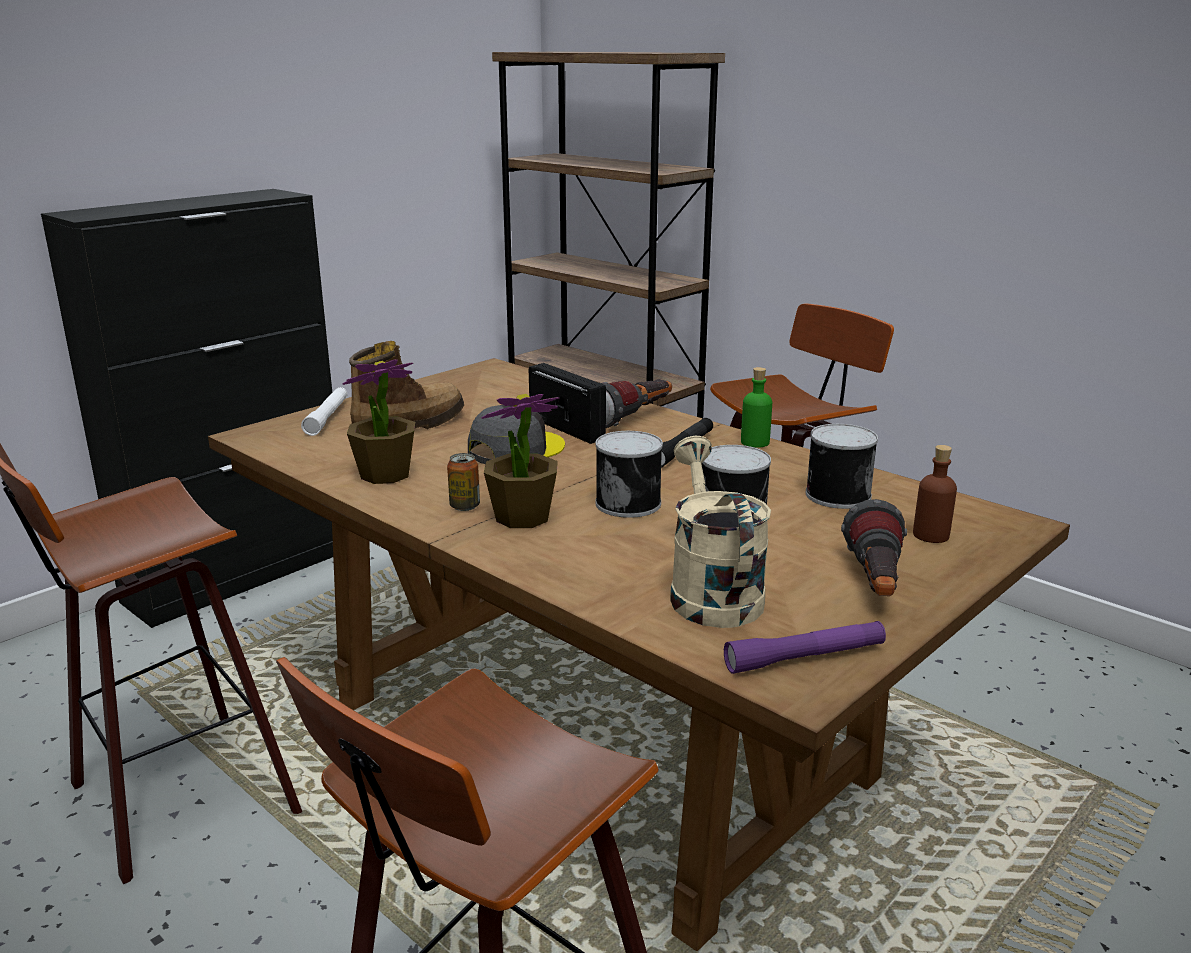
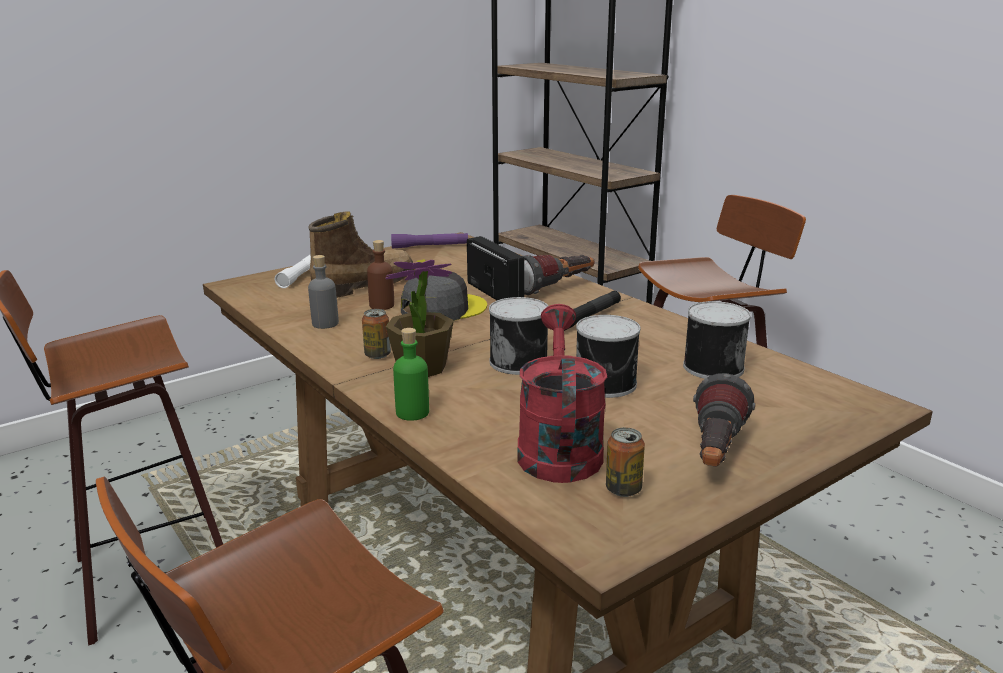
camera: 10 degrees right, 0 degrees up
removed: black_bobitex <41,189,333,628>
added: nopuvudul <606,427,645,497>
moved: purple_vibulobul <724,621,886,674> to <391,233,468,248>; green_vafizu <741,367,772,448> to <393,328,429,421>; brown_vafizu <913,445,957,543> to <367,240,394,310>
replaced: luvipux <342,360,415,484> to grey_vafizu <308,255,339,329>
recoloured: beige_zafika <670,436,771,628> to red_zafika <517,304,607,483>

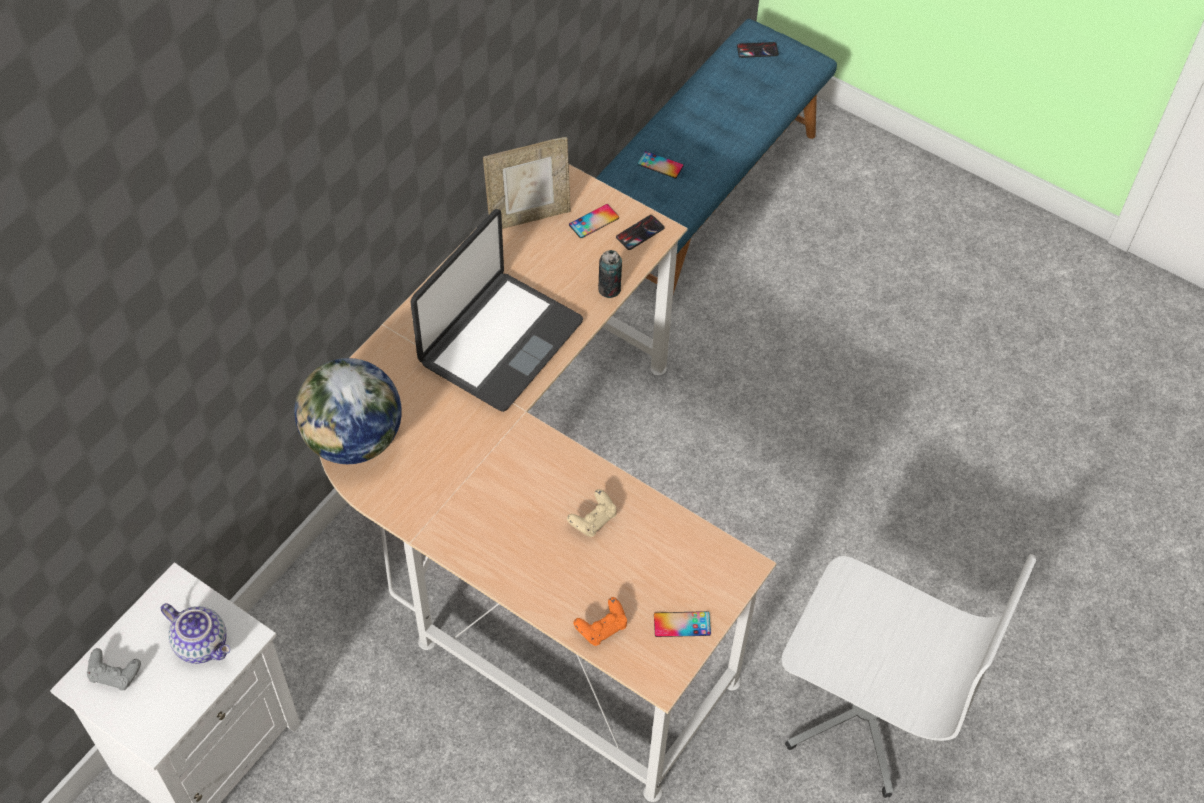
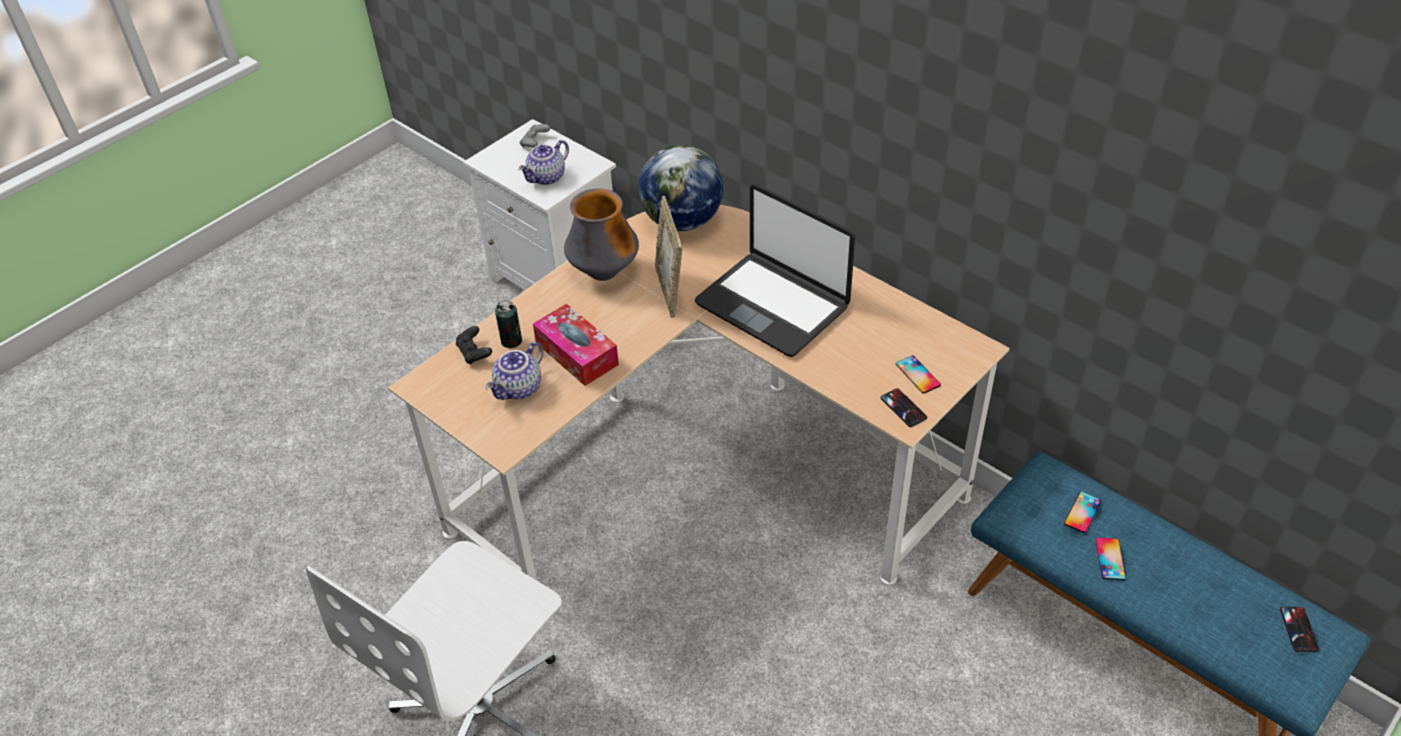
camera: 100 degrees right, 10 degrees down
added: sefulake <486,342,543,400>; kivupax <564,188,639,281>
moved: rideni <483,137,571,229> to <655,196,682,318>; nopuvudul <598,250,622,298> to <495,300,522,348>; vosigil <654,611,711,637> to <1096,538,1126,580>
replaced: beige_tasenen <567,489,617,537> to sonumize <533,304,619,386>
recoloured: orange_tasenen <574,597,627,646> to black_tasenen <456,326,492,364>

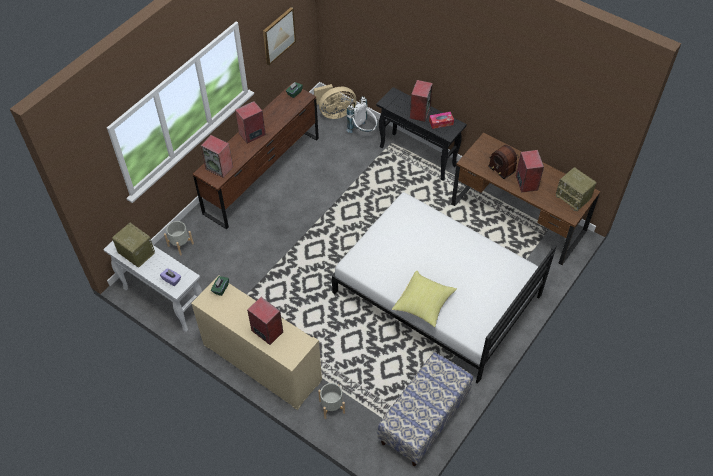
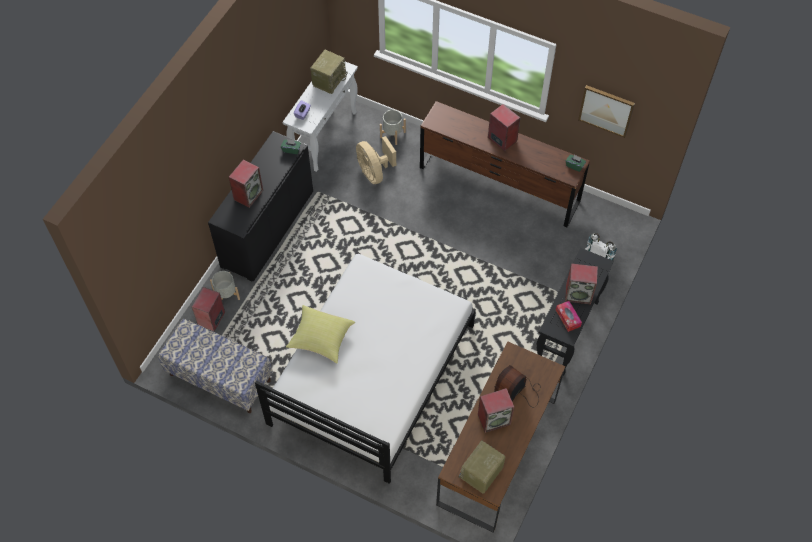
camera: 80 degrees right, 5 degrees up
moved: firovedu <200,135,233,178> to <192,287,225,332>; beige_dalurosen <314,84,356,119> to <356,136,396,184>
recoloured: beige_bobitex <191,276,322,410> to black_bobitex <208,131,313,281>

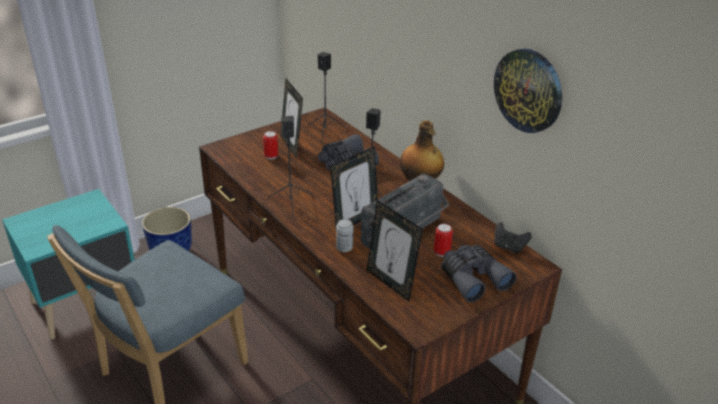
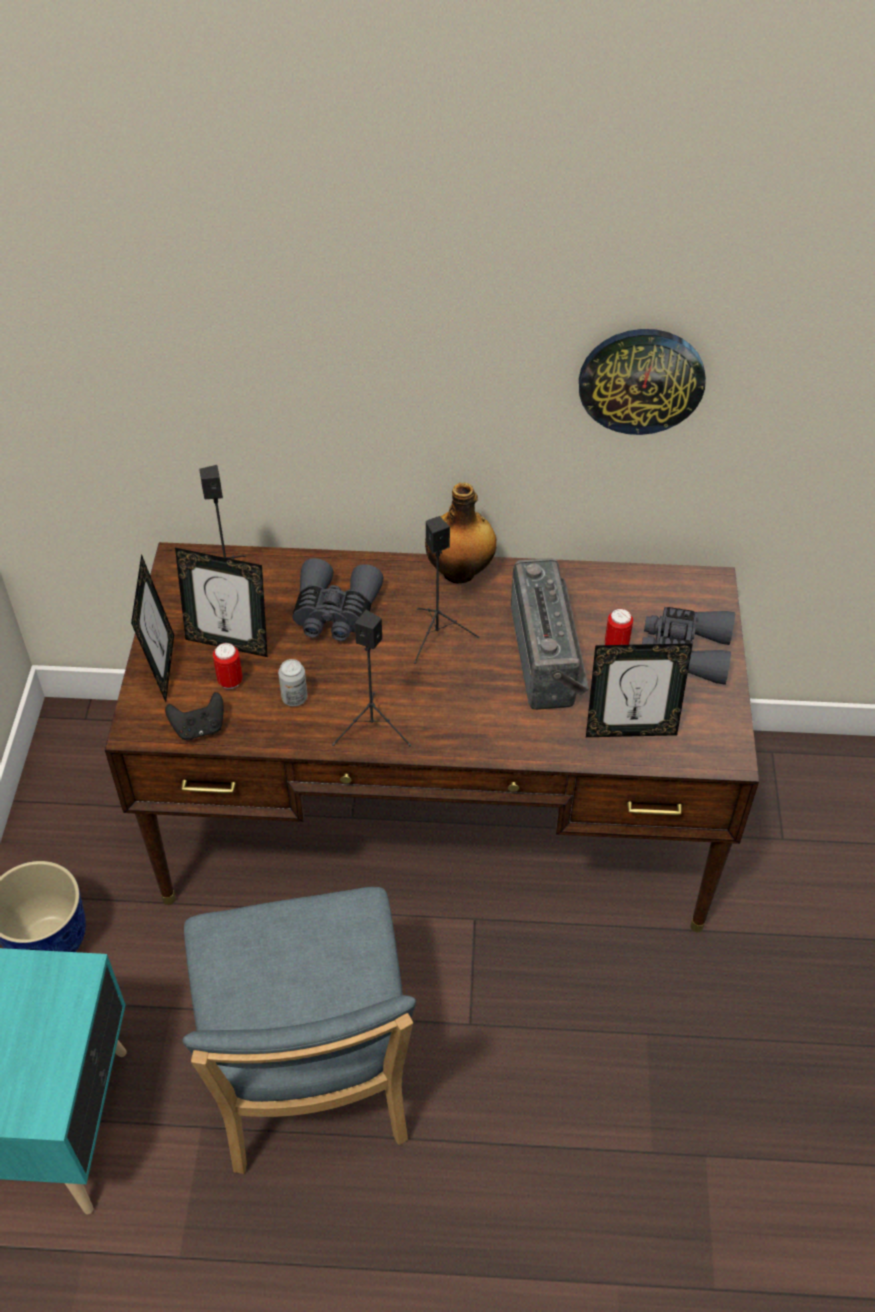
camera: 50 degrees left, 15 degrees up
moved: rideni <330,146,378,226> to <131,554,174,702>; nopuvudul <336,219,353,252> to <278,659,307,706>; black_tasenen <494,222,532,254> to <165,692,224,740>

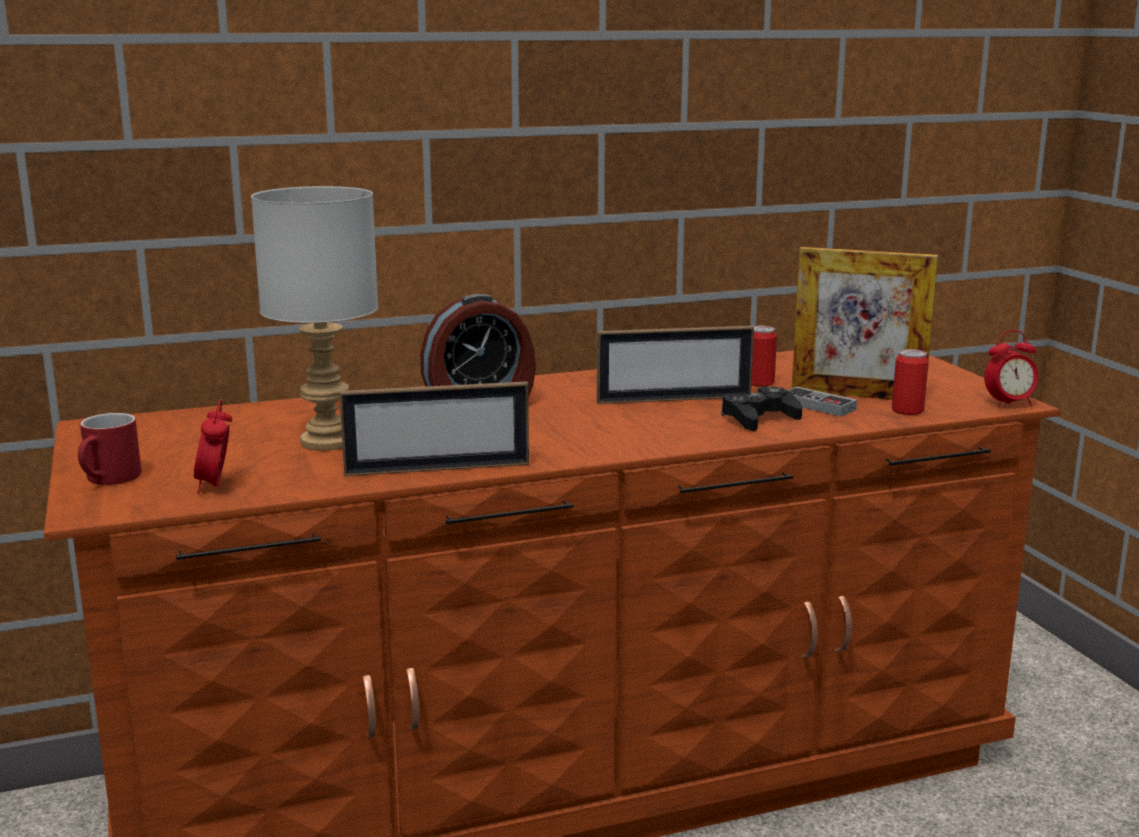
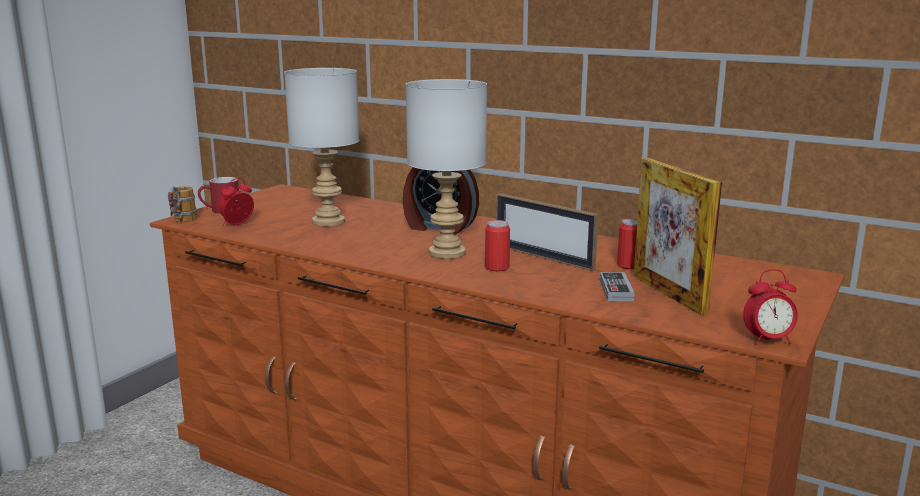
camera: 50 degrees right, 0 degrees up
removed: rideni <339,381,529,476>; black_tasenen <721,386,802,431>
added: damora <168,186,197,222>; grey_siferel <405,79,487,259>
moved: nopuvudul <892,349,929,415> to <485,220,510,271>
turned: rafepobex <984,330,1039,407> = <743,269,798,345> 45 degrees counterclockwise

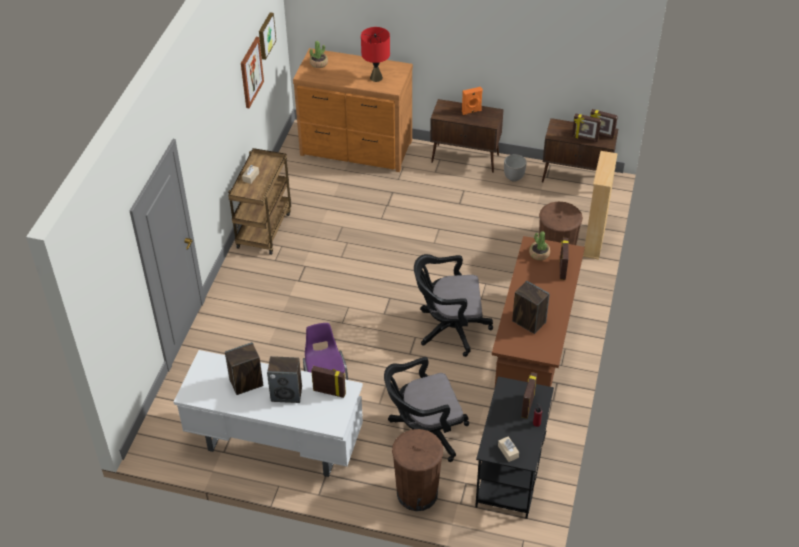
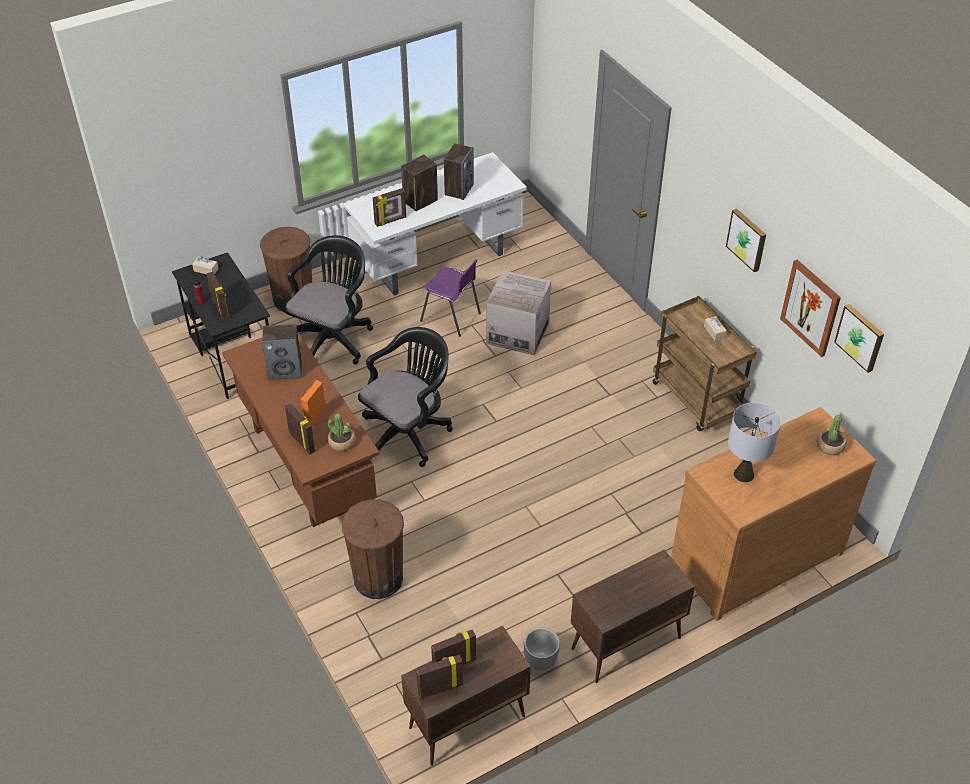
camera: 135 degrees right, 0 degrees up
removed: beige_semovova <583,151,618,260>
added: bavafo <486,270,551,355>; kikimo <726,209,766,272>
moved: orange_firovedu <462,87,483,115> to <301,380,326,426>
recoloured: red_siferel <361,27,390,82> to grey_siferel <728,402,781,482>

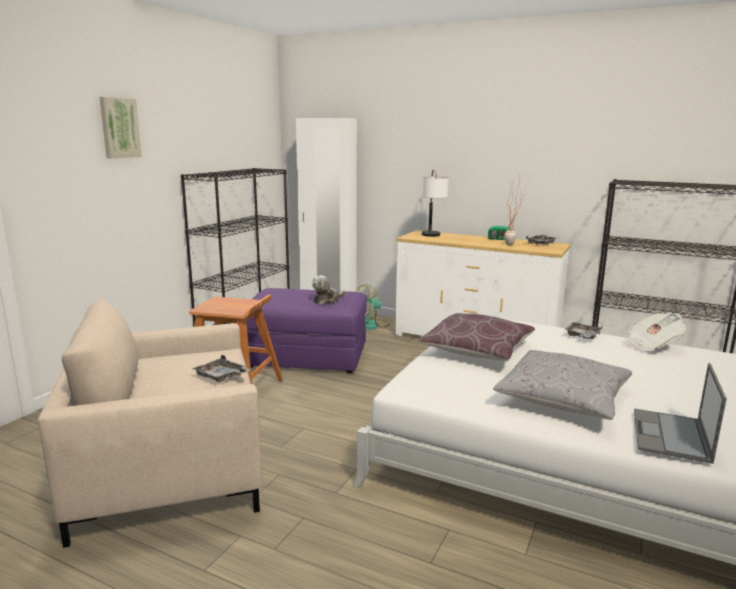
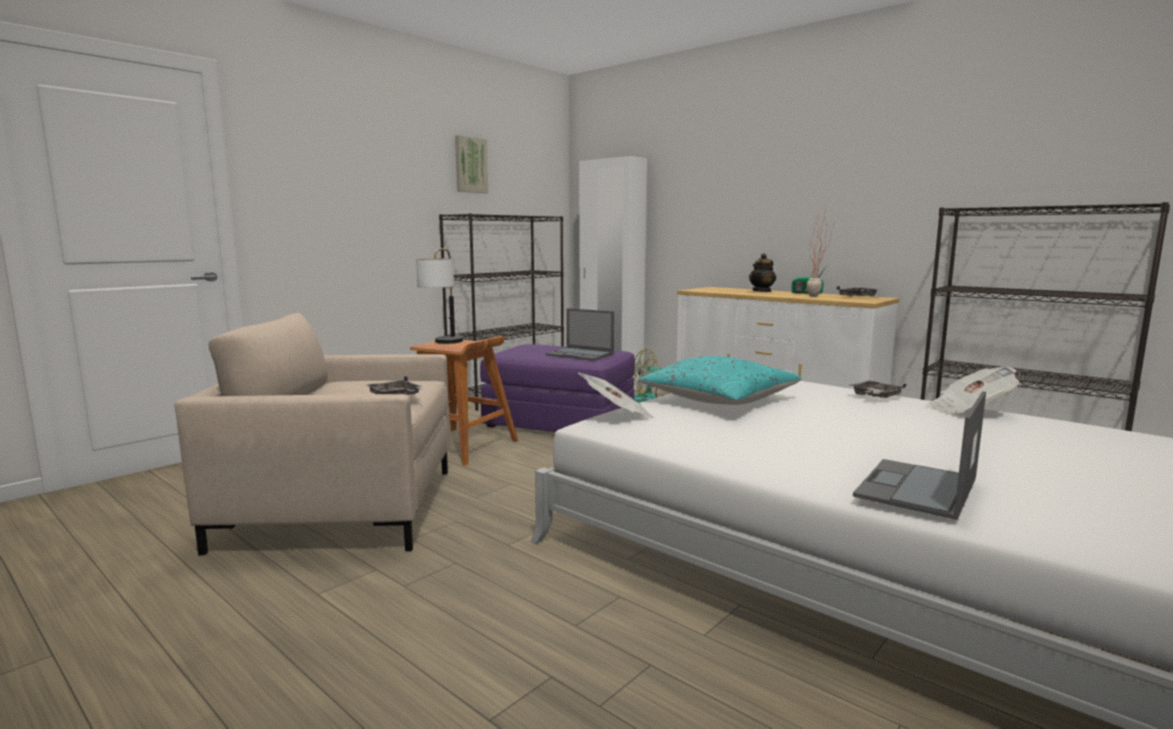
camera: 15 degrees right, 5 degrees down
removed: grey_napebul <493,350,632,420>
added: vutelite <577,372,656,419>; sefulake <749,253,776,292>
moved: kikimo <100,97,142,158> to <455,135,488,193>; siferel <422,169,449,237> to <416,249,463,344>
replaced: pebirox <312,275,345,305> to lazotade <545,308,614,361>
recoloured: brown_napebul <418,313,535,361> to turquoise_napebul <638,356,802,405>

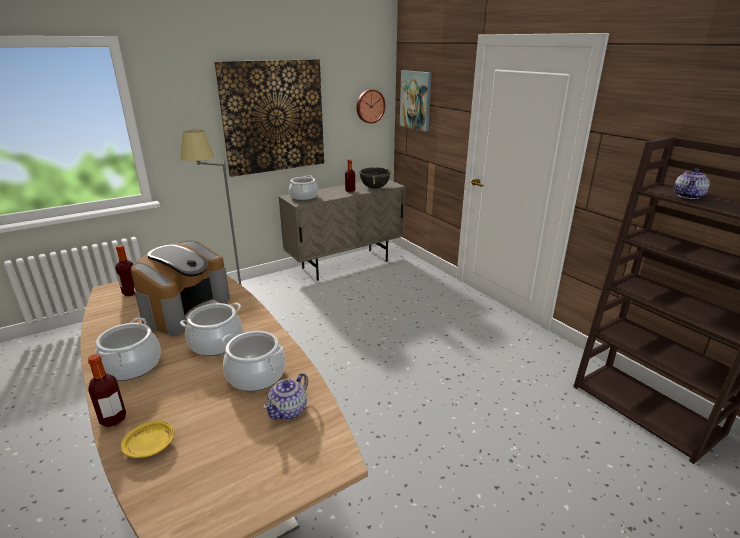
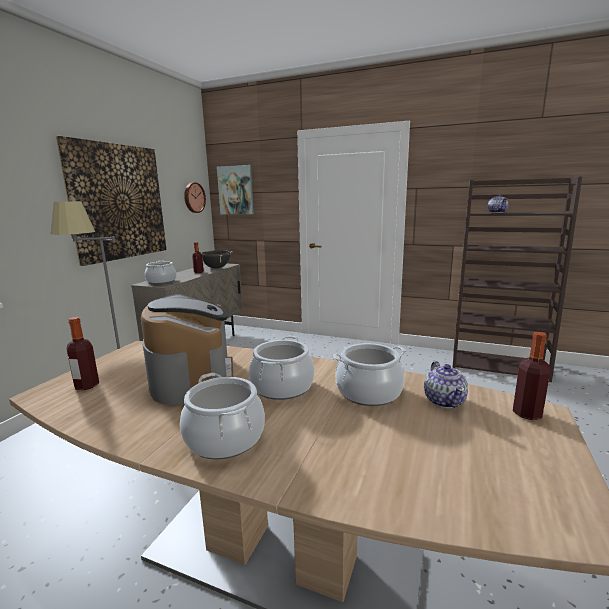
camera: 35 degrees left, 10 degrees down
removed: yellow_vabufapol <121,421,175,458>
moved: vafizu <88,354,126,427> to <513,332,550,420>

